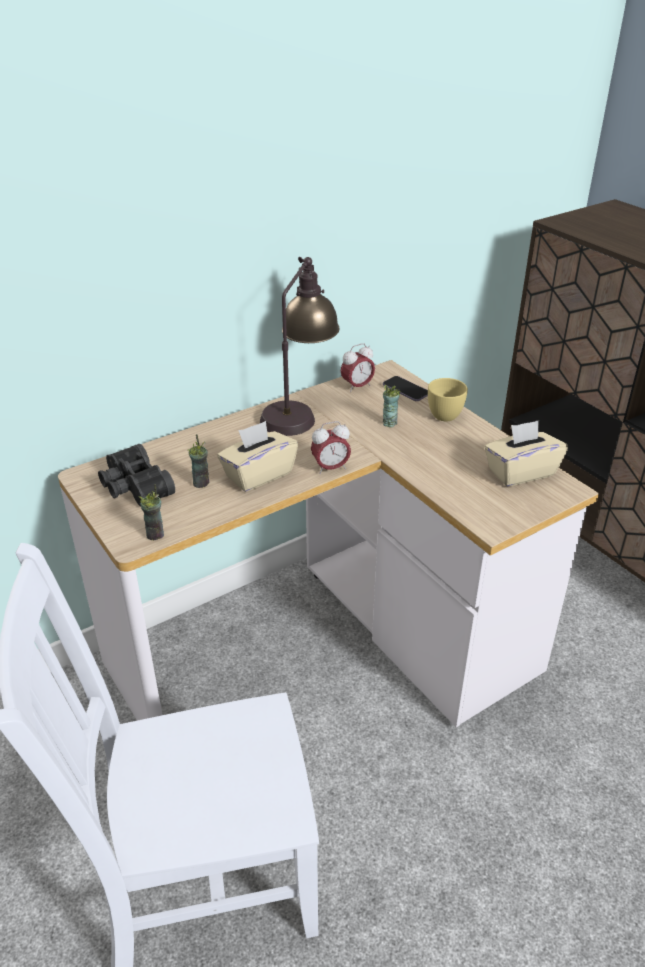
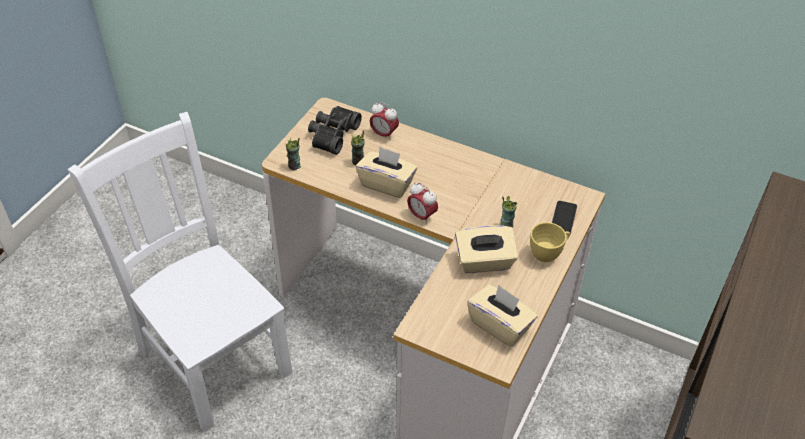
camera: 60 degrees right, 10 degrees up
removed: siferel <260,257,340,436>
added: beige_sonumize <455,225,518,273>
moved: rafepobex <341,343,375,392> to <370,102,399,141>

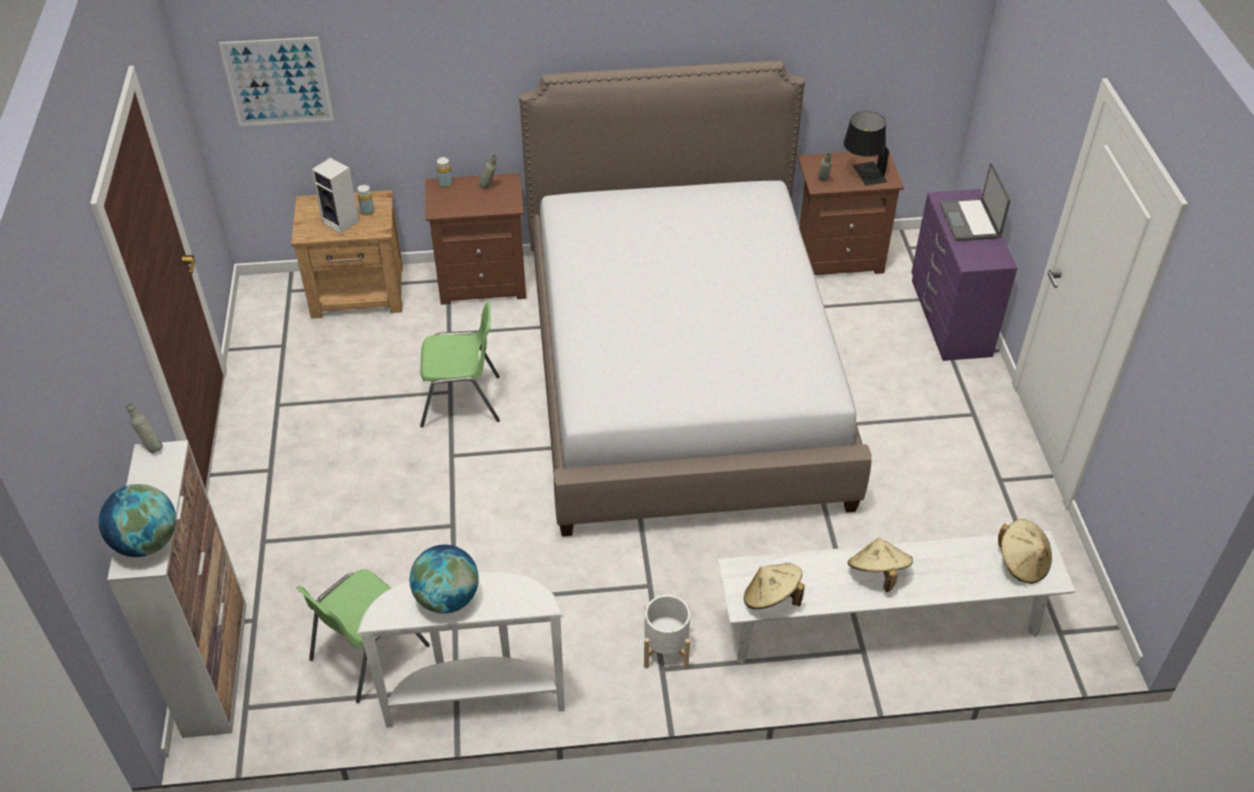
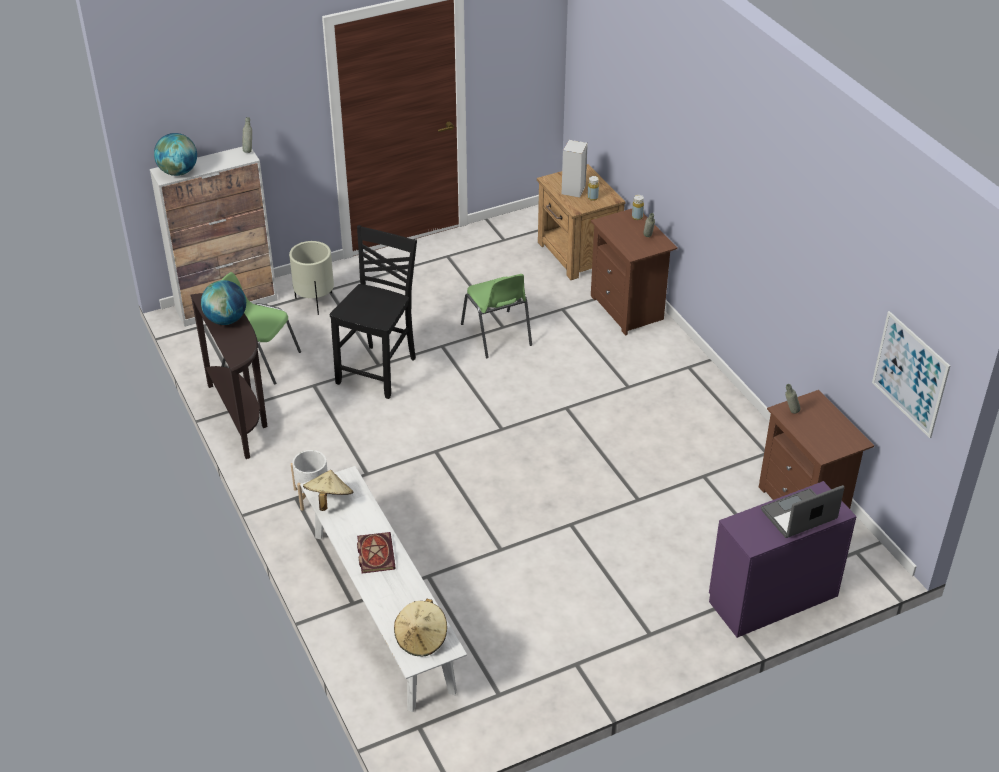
camera: 70 degrees right, 5 degrees down
removed: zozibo <519,61,872,536>; black_siferel <844,111,889,186>
added: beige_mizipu <289,241,334,315>; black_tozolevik <330,225,417,399>
moved: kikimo <219,37,334,126> to <872,311,950,438>
replaced: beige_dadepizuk <848,537,913,592> to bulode <357,532,396,574>
recoloured: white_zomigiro <357,572,565,728> to brown_zomigiro <190,293,268,459>

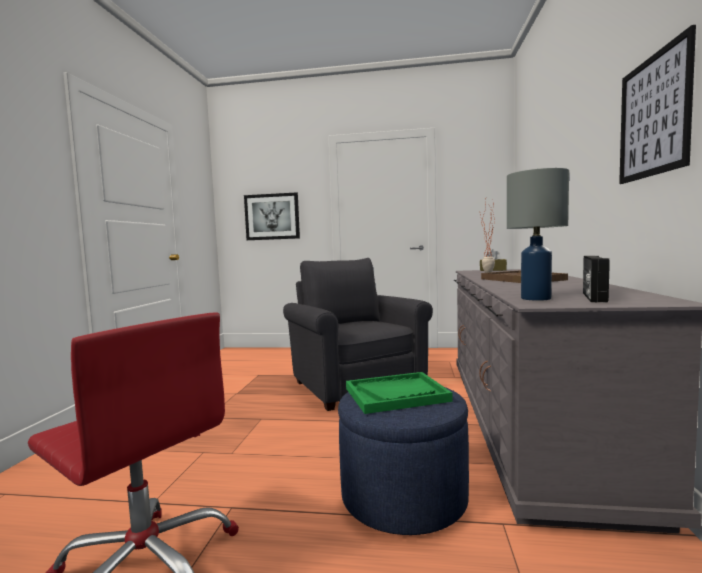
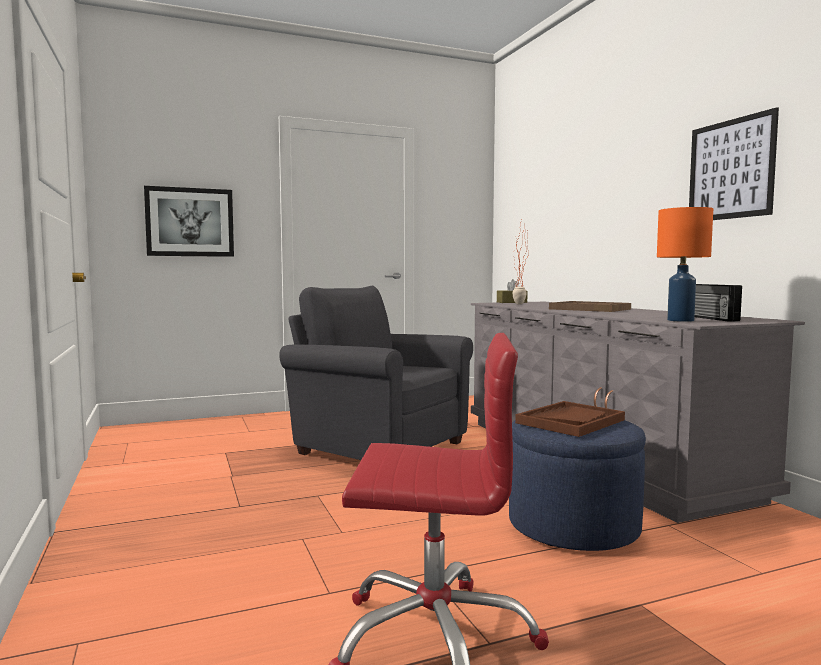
camera: 30 degrees left, 0 degrees up
recoloured: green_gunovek <346,372,453,414> to brown_gunovek <515,401,625,437>; grey_siferel <507,168,569,301> to orange_siferel <657,207,713,322>

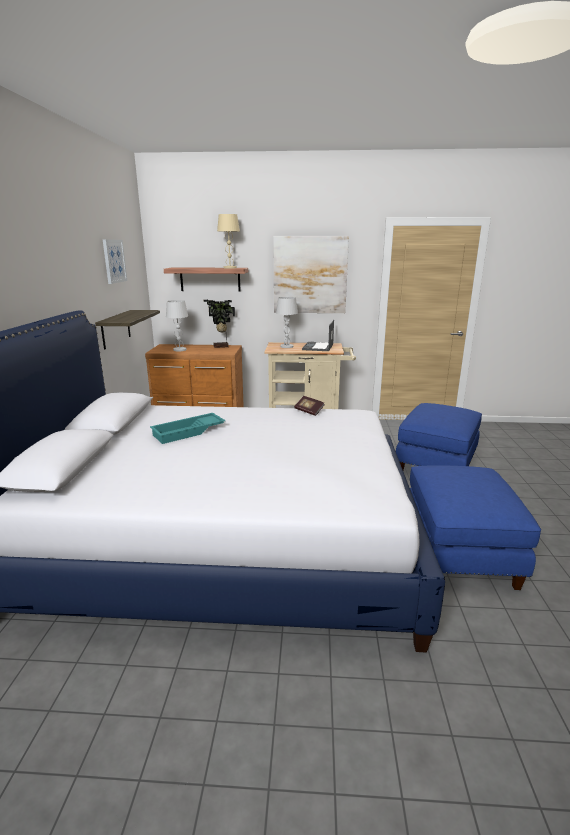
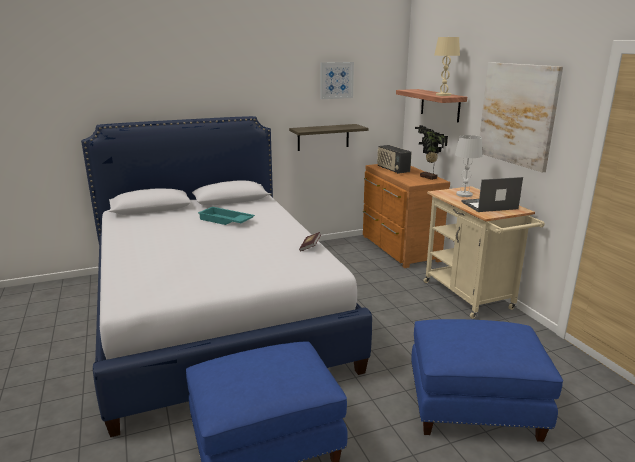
camera: 65 degrees right, 0 degrees up
replaced: white_siferel <166,300,188,351> to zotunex <377,145,412,174>

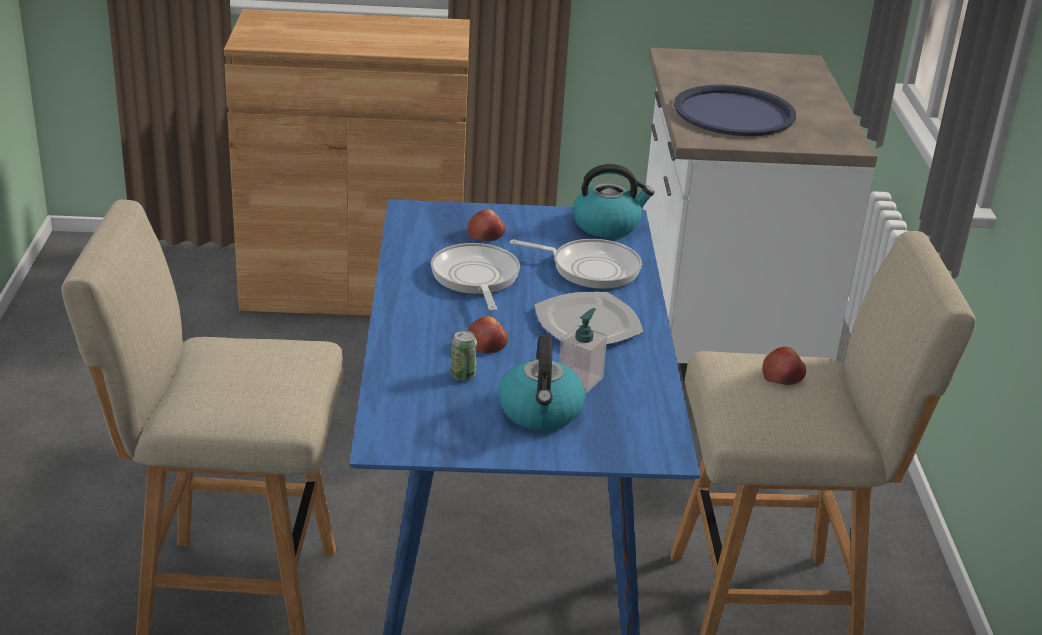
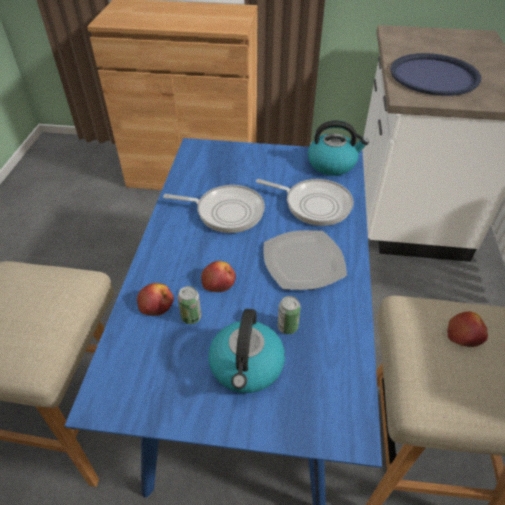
camera: 10 degrees right, 15 degrees up
moved: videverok <468,209,505,241> to <137,283,174,316>
replaced: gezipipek <559,308,607,393> to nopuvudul <278,296,301,334>
turned: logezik <431,243,520,311> = <163,185,265,233> 105 degrees clockwise

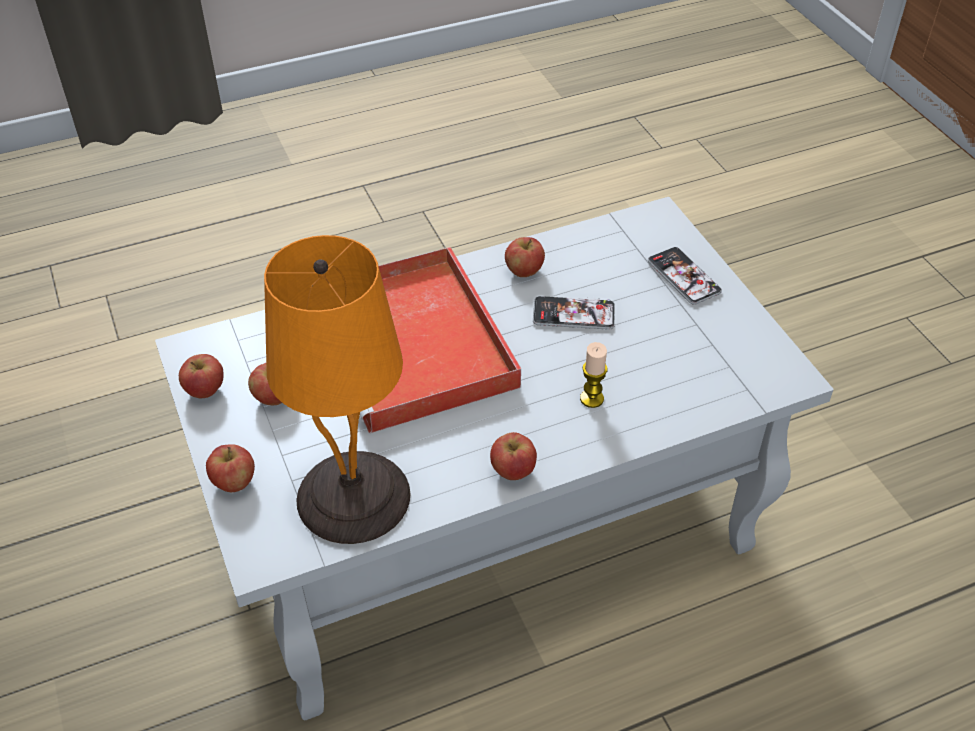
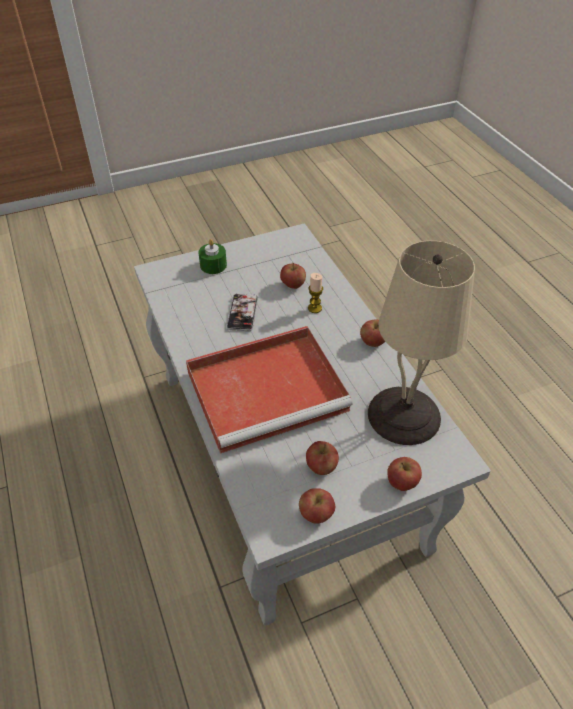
camera: 90 degrees left, 0 degrees up
moved: videverok <505,237,545,277> to <280,262,306,289>
replaced: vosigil <648,247,722,305> to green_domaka <198,239,227,274>
recoloured: orange_siferel <264,235,411,544> to beige_siferel <368,240,475,445>

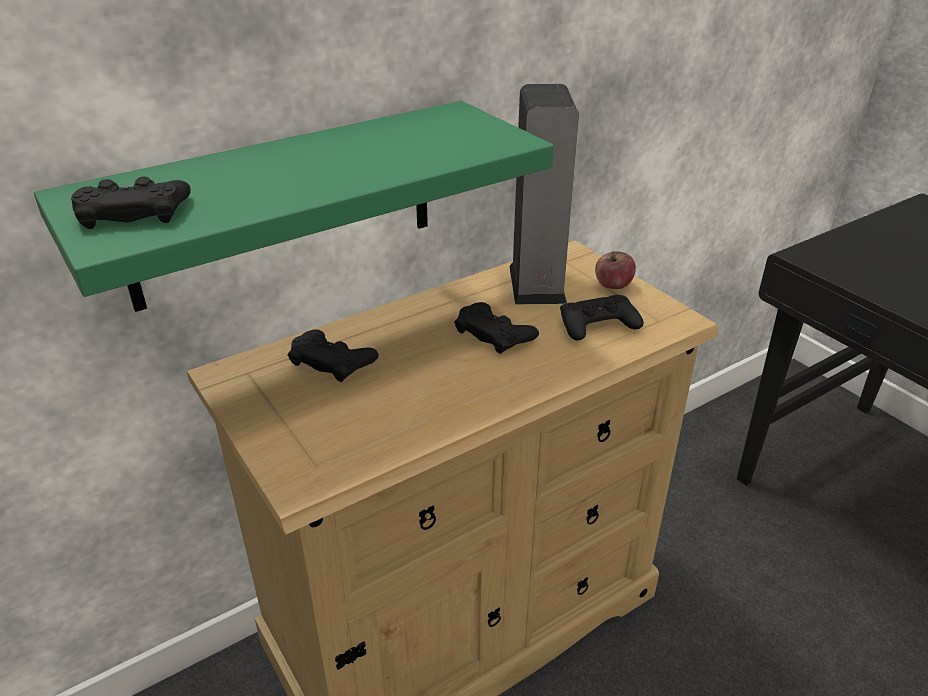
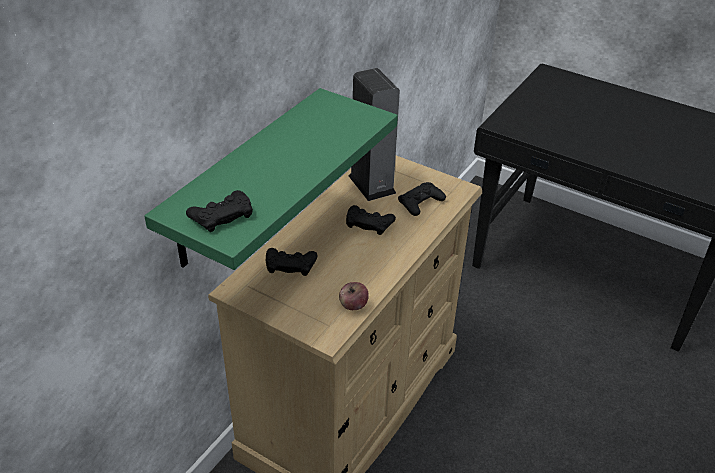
camera: 25 degrees left, 5 degrees up
moved: videverok <595,251,636,289> to <339,282,369,310>

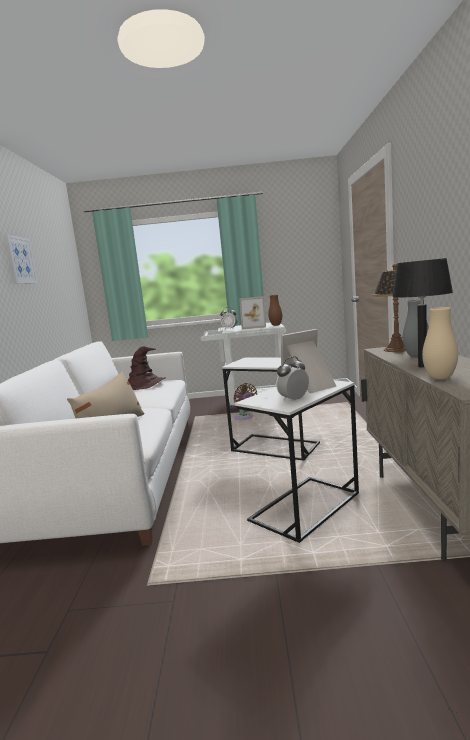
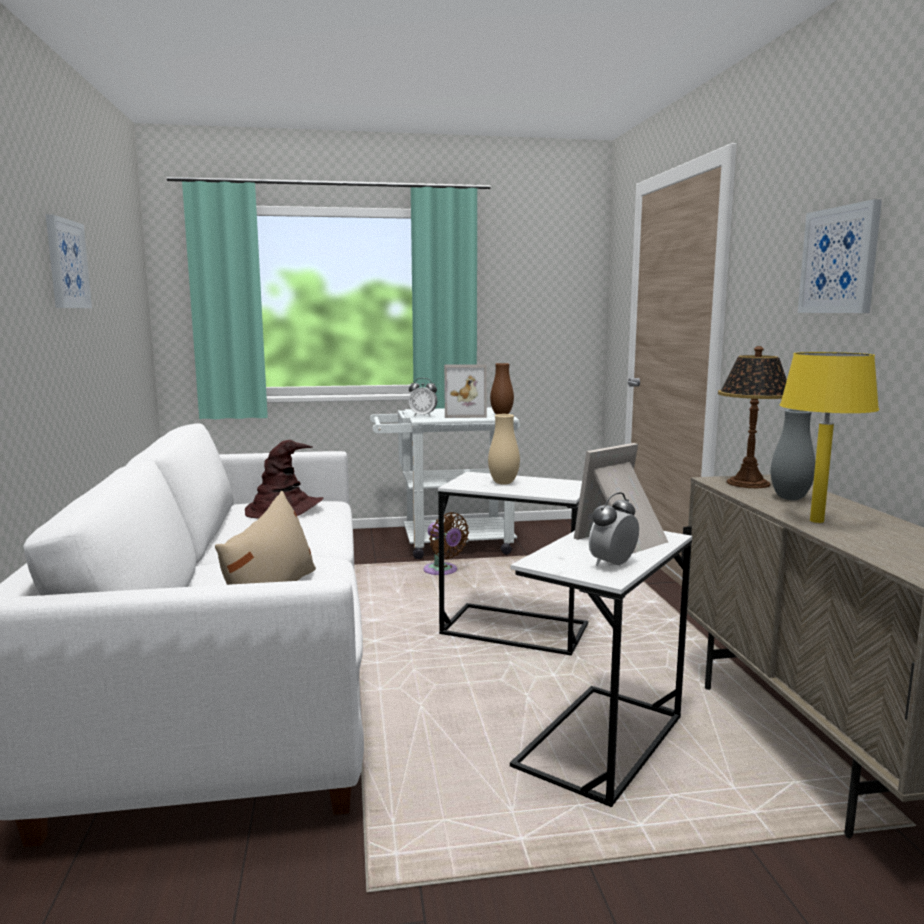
camera: 10 degrees left, 0 degrees up
added: kikimo <798,199,882,313>
moved: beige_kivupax <422,307,458,380> to <488,414,520,485>
recoloured: black_siferel <392,258,453,368> to yellow_siferel <780,352,879,523>

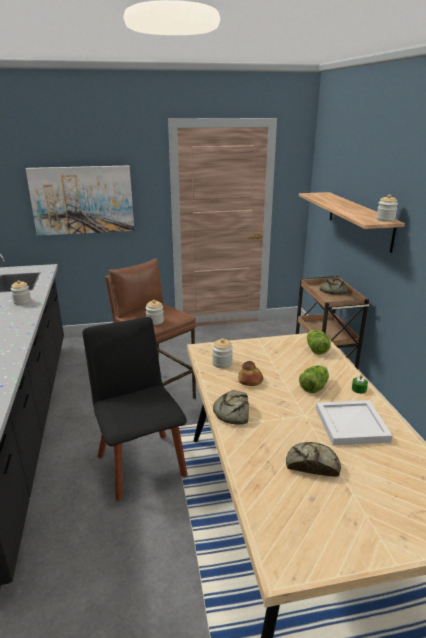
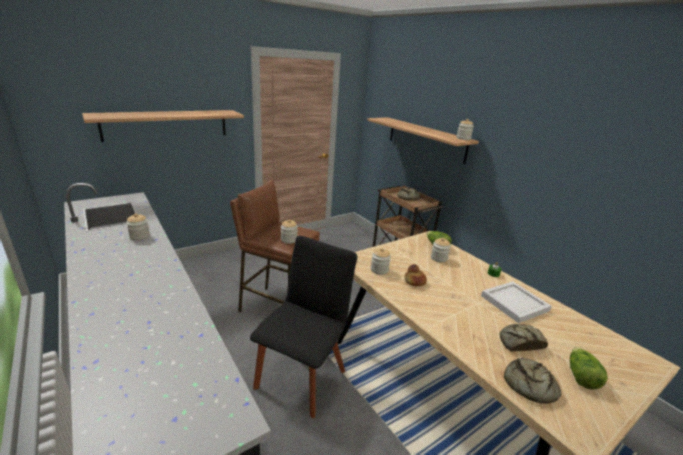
camera: 25 degrees left, 0 degrees up
added: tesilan <431,238,451,262>
moved: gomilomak <213,390,249,425> to <504,358,561,403>; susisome <299,365,329,393> to <570,347,608,390>
replaced: kikimo <26,165,134,236> to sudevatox <82,110,244,142>
turned: black_tozolevik <82,317,188,501> = <250,236,357,418> 75 degrees clockwise

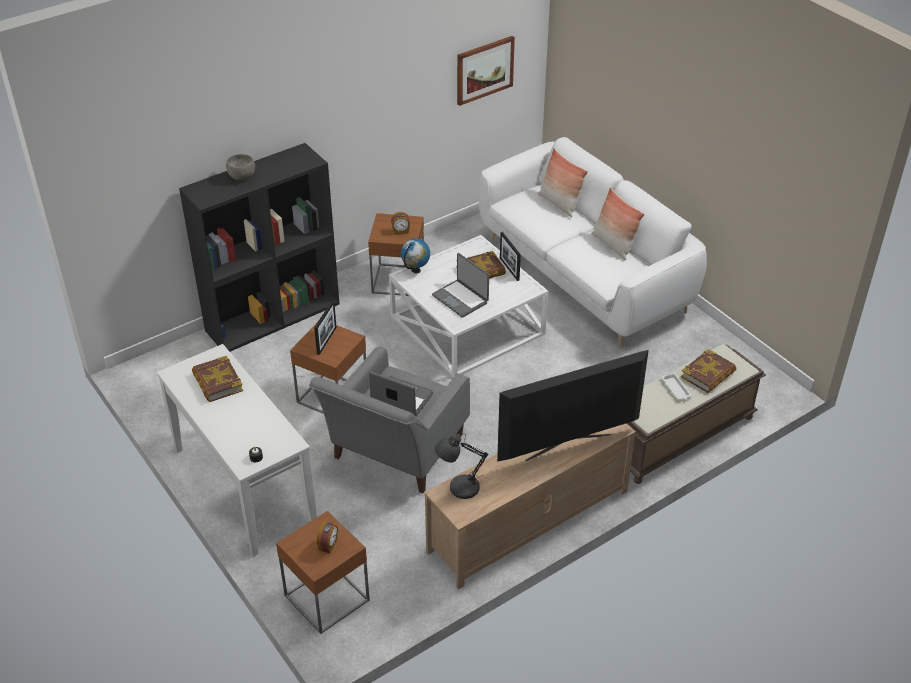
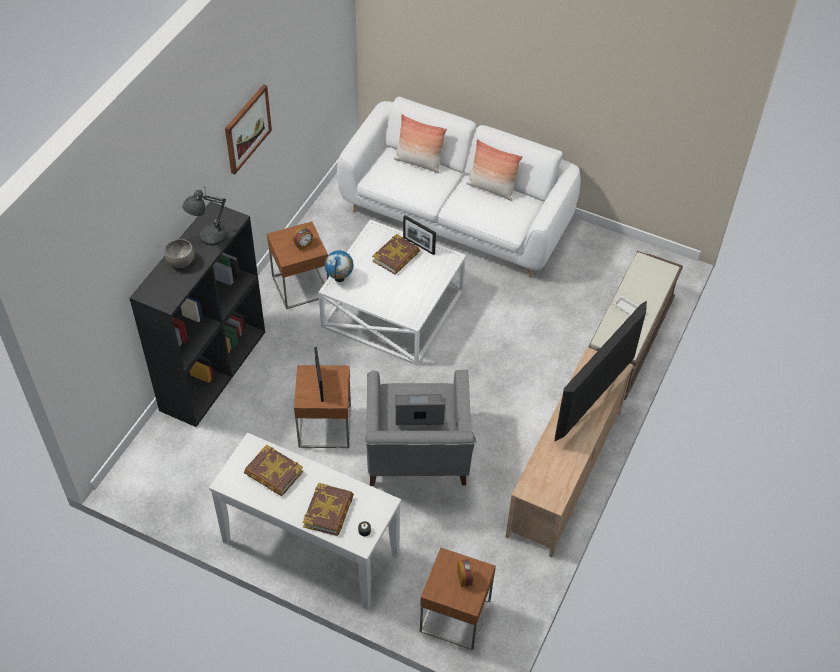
camera: 30 degrees left, 10 degrees up
removed: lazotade <432,253,489,318>
moved: grey_siferel <435,433,488,499> to <182,187,226,246>; kikimo <457,36,515,106> to <225,84,272,174>; bulode <681,349,736,393> to <303,483,354,536>

